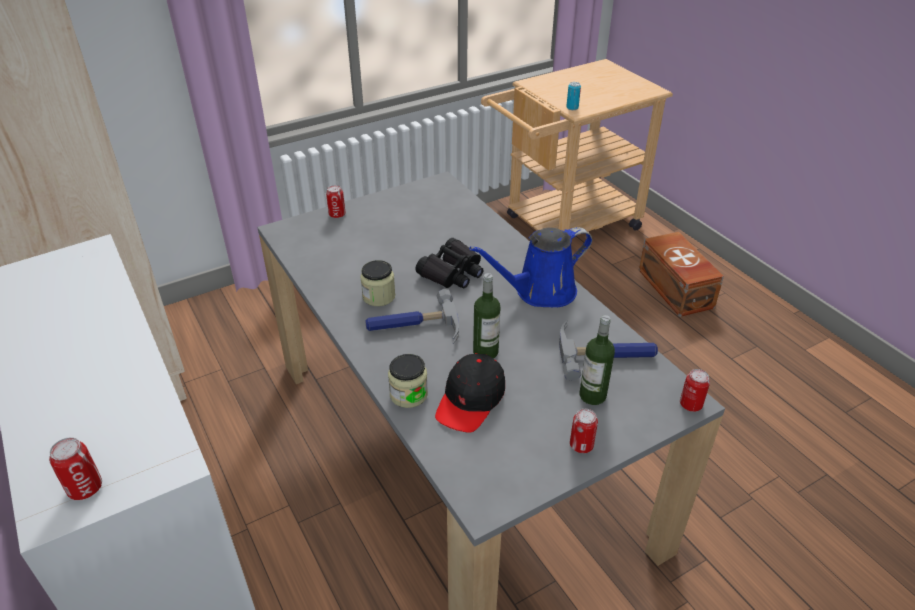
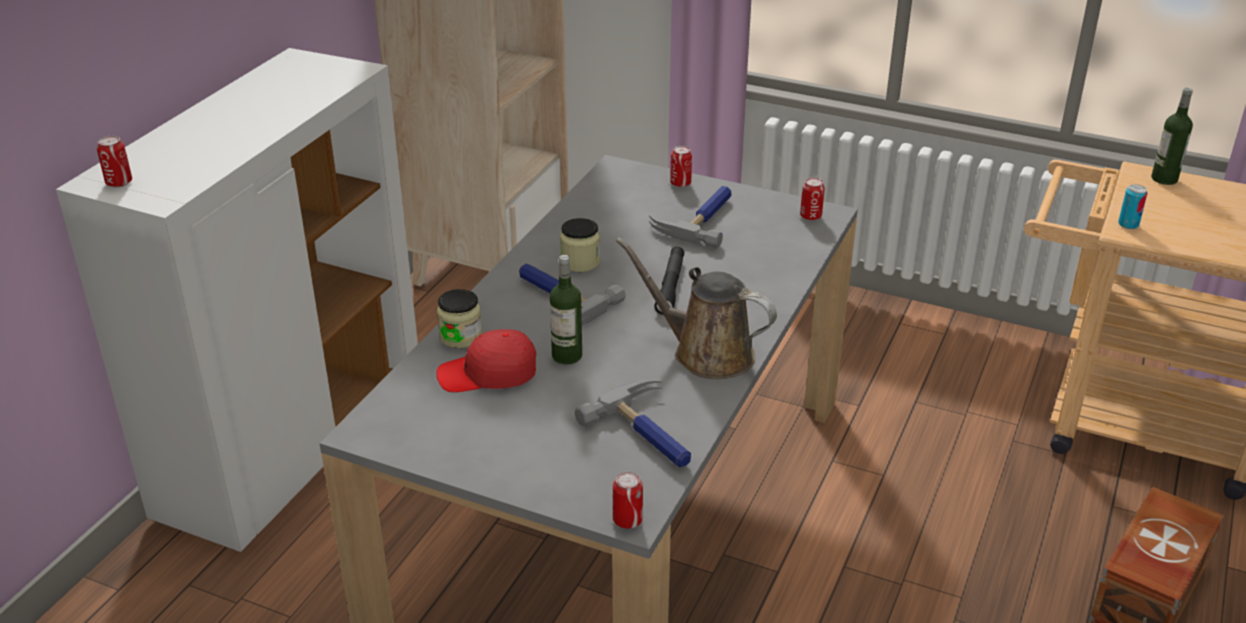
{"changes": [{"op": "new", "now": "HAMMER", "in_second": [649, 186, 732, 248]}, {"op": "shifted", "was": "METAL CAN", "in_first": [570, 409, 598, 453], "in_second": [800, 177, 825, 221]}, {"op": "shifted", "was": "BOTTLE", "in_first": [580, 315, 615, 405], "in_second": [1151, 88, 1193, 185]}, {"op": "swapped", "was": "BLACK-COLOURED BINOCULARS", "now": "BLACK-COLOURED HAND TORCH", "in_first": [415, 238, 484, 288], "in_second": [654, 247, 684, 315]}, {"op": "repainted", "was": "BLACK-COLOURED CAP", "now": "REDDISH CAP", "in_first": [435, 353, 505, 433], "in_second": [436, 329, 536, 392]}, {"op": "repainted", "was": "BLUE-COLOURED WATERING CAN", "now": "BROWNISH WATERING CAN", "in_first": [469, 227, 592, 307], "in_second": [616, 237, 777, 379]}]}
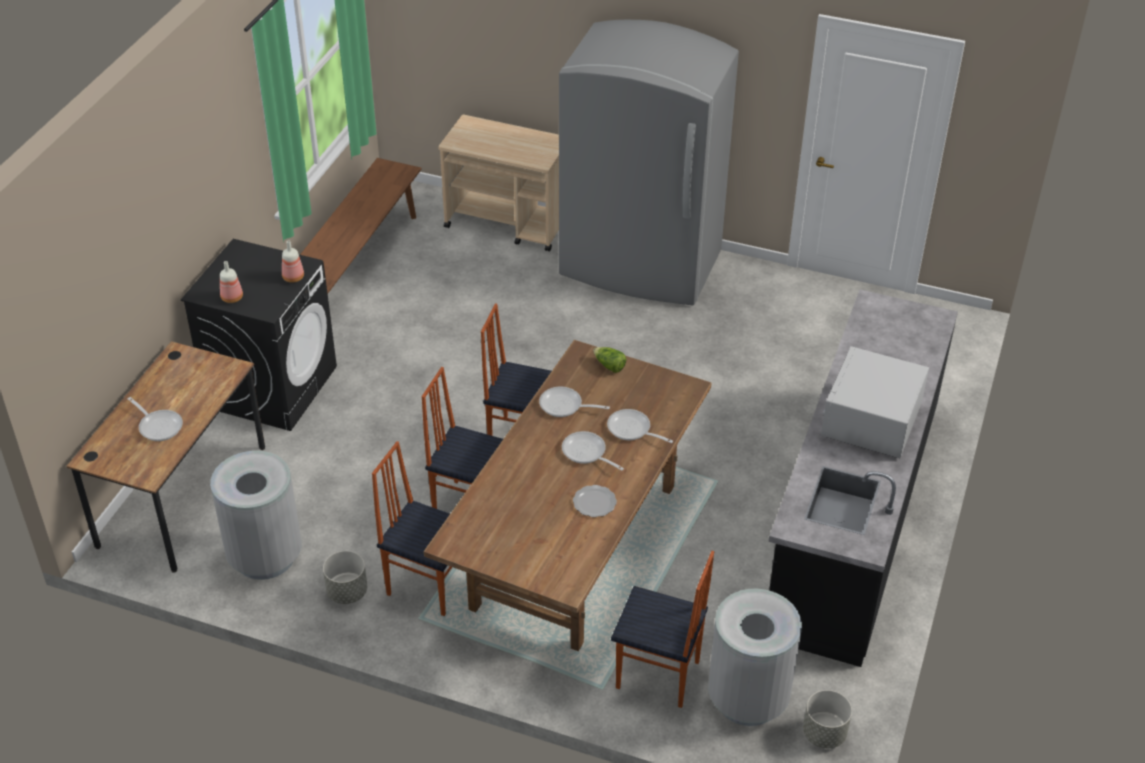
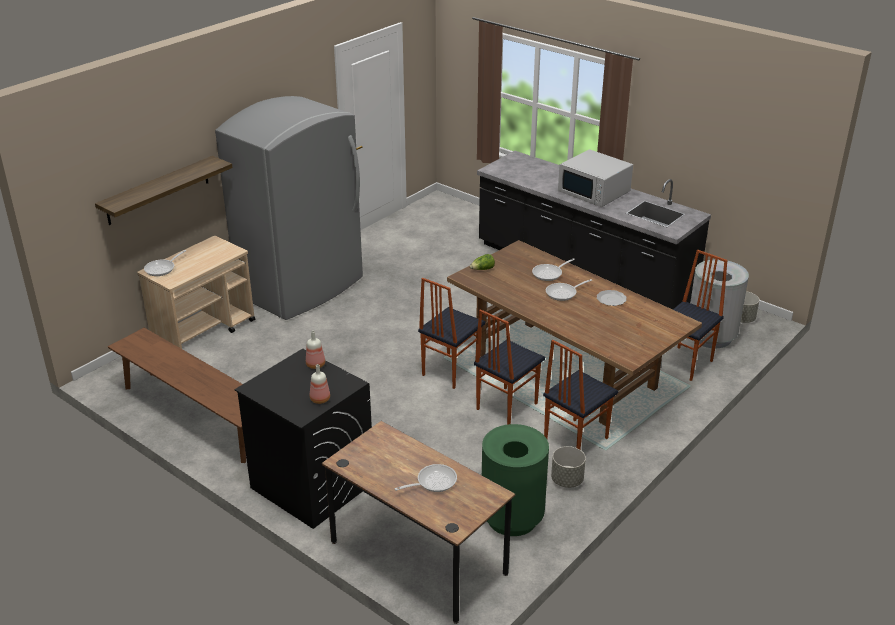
{"changes": [{"op": "new", "now": "WALL SHELF", "in_second": [95, 156, 232, 225]}, {"op": "shifted", "was": "SKILLET", "in_first": [539, 387, 610, 417], "in_second": [144, 250, 186, 276]}, {"op": "repainted", "was": "GREY WASTE BIN", "now": "GREENISH WASTE BIN", "in_first": [210, 451, 302, 580], "in_second": [482, 424, 549, 536]}]}
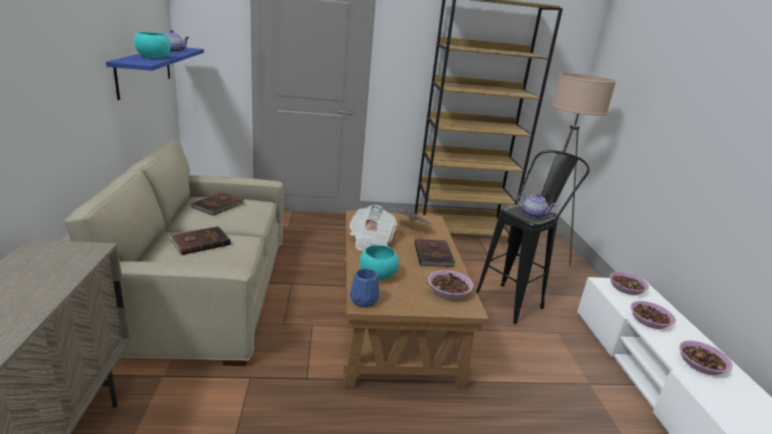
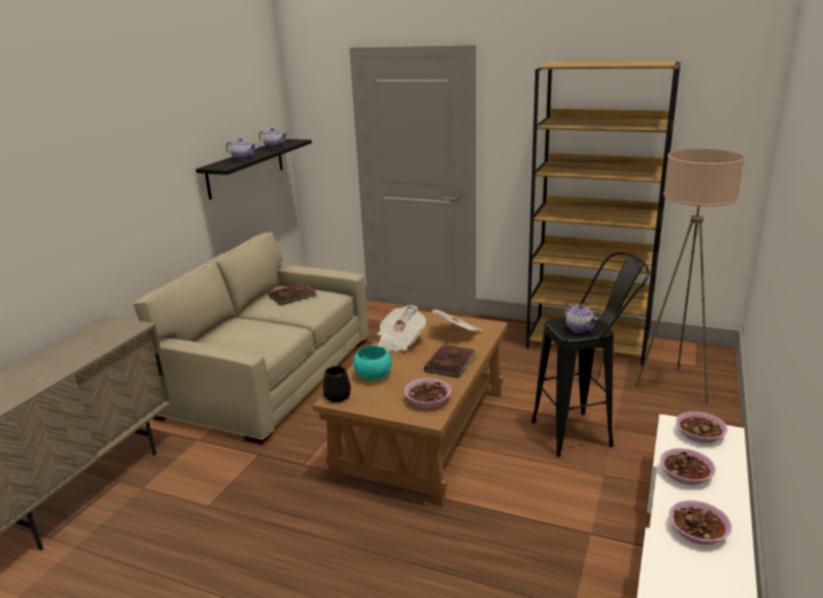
{"changes": [{"op": "gone", "was": "BROWNISH BOUND BOOK", "in_first": [169, 226, 231, 255]}, {"op": "swapped", "was": "TURQUOISE SERVING BOWL", "now": "TEA POT", "in_first": [134, 32, 171, 58], "in_second": [226, 138, 256, 161]}, {"op": "repainted", "was": "BLUE-COLOURED WALL SHELF", "now": "BLACK-COLOURED WALL SHELF", "in_first": [106, 48, 204, 100], "in_second": [196, 139, 312, 200]}, {"op": "repainted", "was": "BLUE-COLOURED FLOWER VASE", "now": "BLACK-COLOURED FLOWER VASE", "in_first": [350, 269, 379, 308], "in_second": [323, 366, 351, 402]}]}
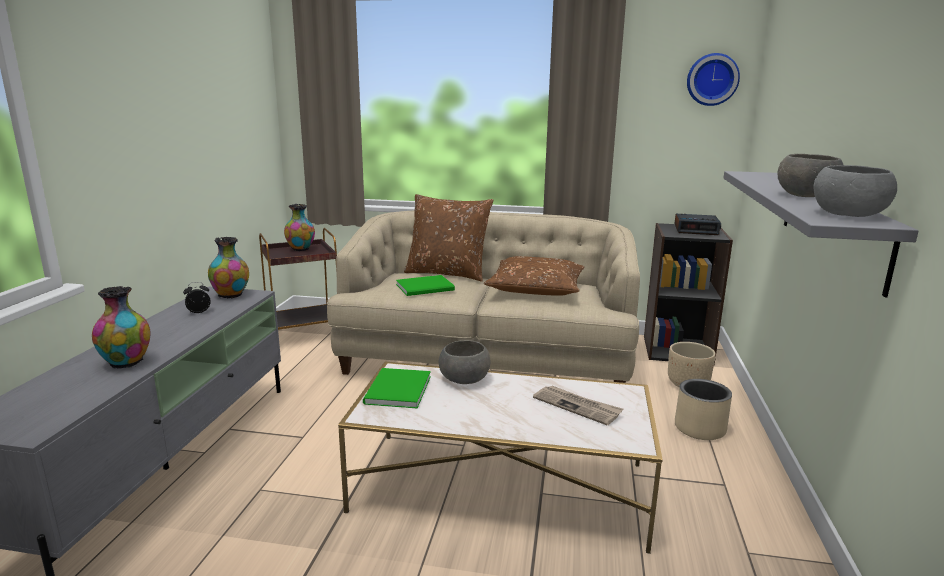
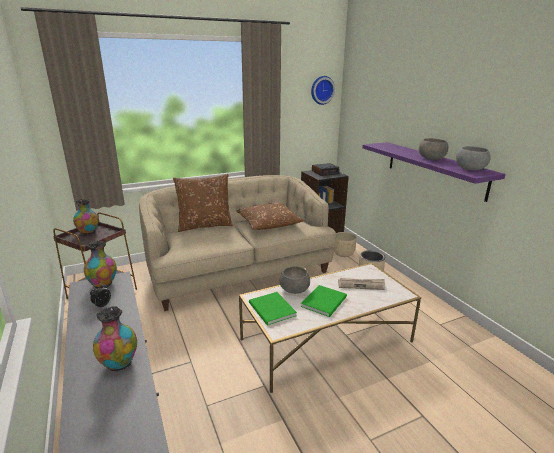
{"changes": [{"op": "shifted", "was": "GREENISH BOUND BOOK", "in_first": [396, 275, 455, 296], "in_second": [301, 285, 347, 317]}, {"op": "repainted", "was": "GREY WALL SHELF", "now": "PURPLE-COLOURED WALL SHELF", "in_first": [723, 171, 919, 297], "in_second": [362, 142, 505, 202]}]}
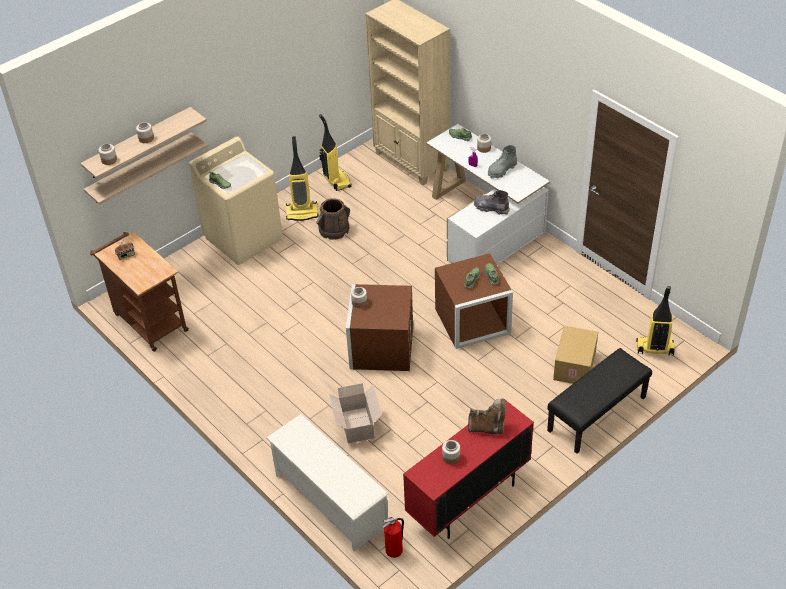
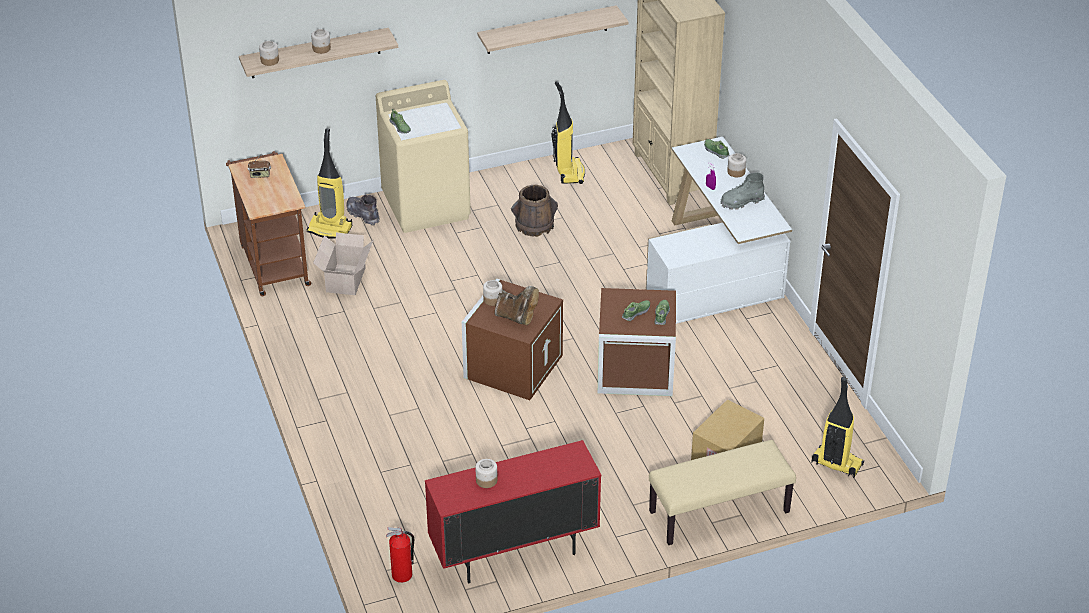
{"changes": [{"op": "gone", "was": "WHITE-COLOURED SHOE RACK", "in_first": [266, 414, 389, 551]}, {"op": "shifted", "was": "WALL SHELF", "in_first": [84, 132, 208, 205], "in_second": [477, 5, 629, 54]}, {"op": "shifted", "was": "HOOVER", "in_first": [286, 136, 319, 221], "in_second": [307, 128, 352, 239]}, {"op": "shifted", "was": "CARDBOARD BOX", "in_first": [329, 383, 382, 443], "in_second": [313, 233, 373, 295]}, {"op": "shifted", "was": "BROWNISH HIGH-TOP BOOT", "in_first": [468, 399, 506, 434], "in_second": [494, 286, 539, 325]}, {"op": "shifted", "was": "GREY HIGH-TOP BOOT", "in_first": [474, 190, 510, 215], "in_second": [346, 195, 379, 226]}, {"op": "repainted", "was": "BLACK-COLOURED INDOOR BENCH", "now": "SAND-COLOURED INDOOR BENCH", "in_first": [547, 348, 652, 454], "in_second": [649, 440, 796, 545]}]}
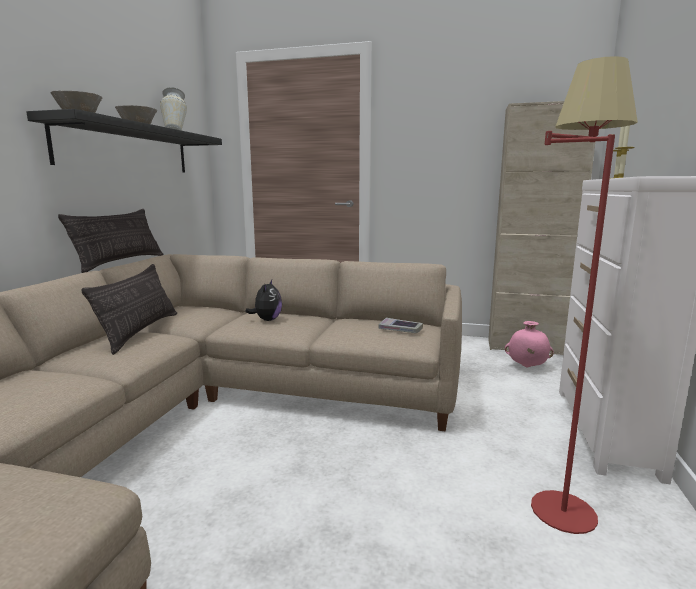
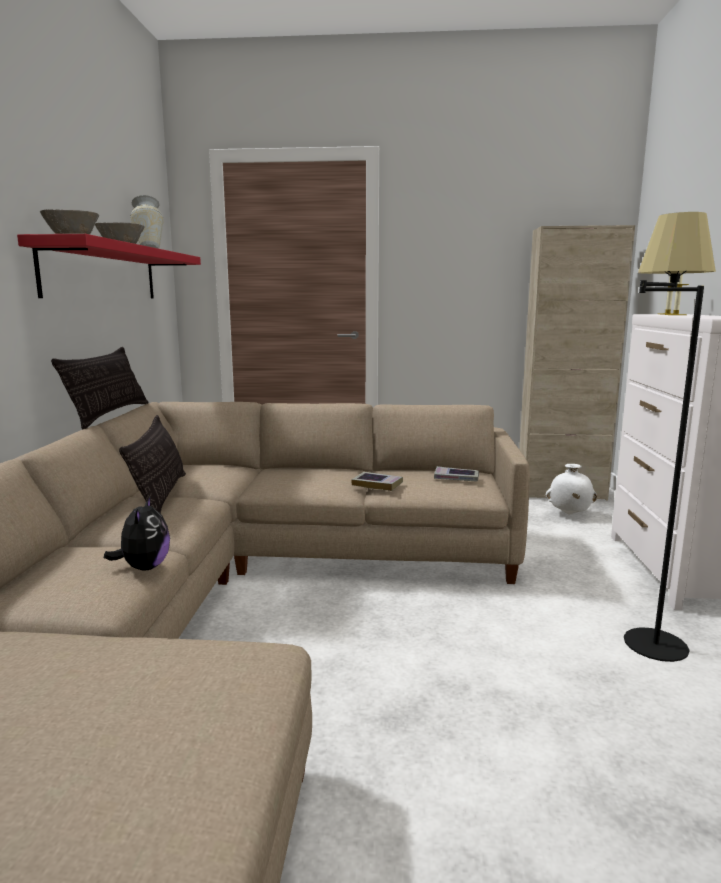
{"changes": [{"op": "new", "now": "BOUND BOOK", "in_second": [351, 472, 403, 491]}, {"op": "shifted", "was": "SOFT TOY", "in_first": [245, 280, 282, 321], "in_second": [104, 495, 170, 571]}, {"op": "repainted", "was": "BLACK-COLOURED WALL SHELF", "now": "REDDISH WALL SHELF", "in_first": [26, 109, 222, 172], "in_second": [17, 234, 201, 299]}, {"op": "repainted", "was": "PINK-COLOURED FLOWER VASE", "now": "WHITE-COLOURED FLOWER VASE", "in_first": [505, 321, 554, 367], "in_second": [546, 464, 597, 514]}, {"op": "repainted", "was": "REDDISH STANDING LAMP", "now": "BLACK-COLOURED STANDING LAMP", "in_first": [531, 56, 638, 534], "in_second": [624, 212, 716, 662]}]}
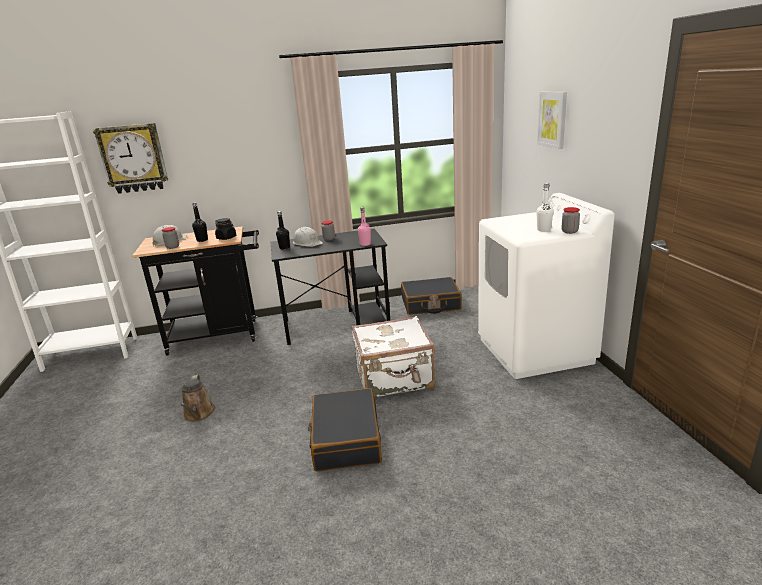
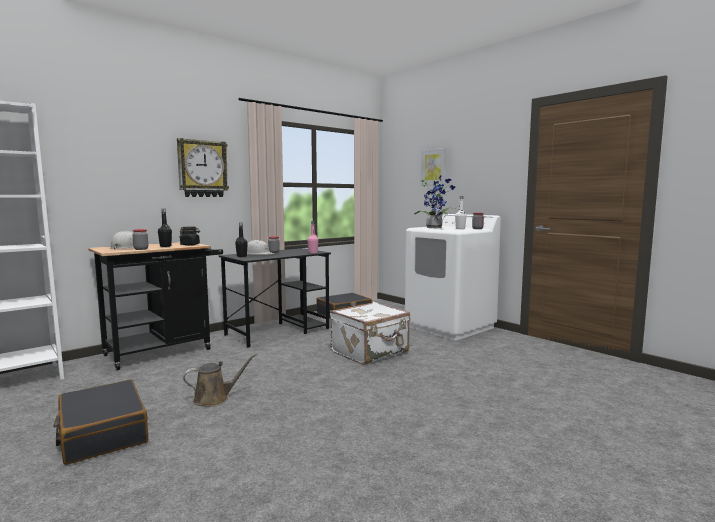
{"changes": [{"op": "new", "now": "HOUSEPLANT", "in_second": [414, 176, 455, 228]}, {"op": "shifted", "was": "WALL CLOCK", "in_first": [93, 123, 168, 194], "in_second": [177, 138, 229, 197]}, {"op": "shifted", "was": "BLACK-COLOURED SUITCASE", "in_first": [308, 388, 382, 472], "in_second": [54, 379, 148, 465]}, {"op": "rotated", "was": "BROWNISH WATERING CAN", "in_first": [181, 375, 215, 422], "in_second": [183, 354, 257, 407], "clockwise": -75}]}
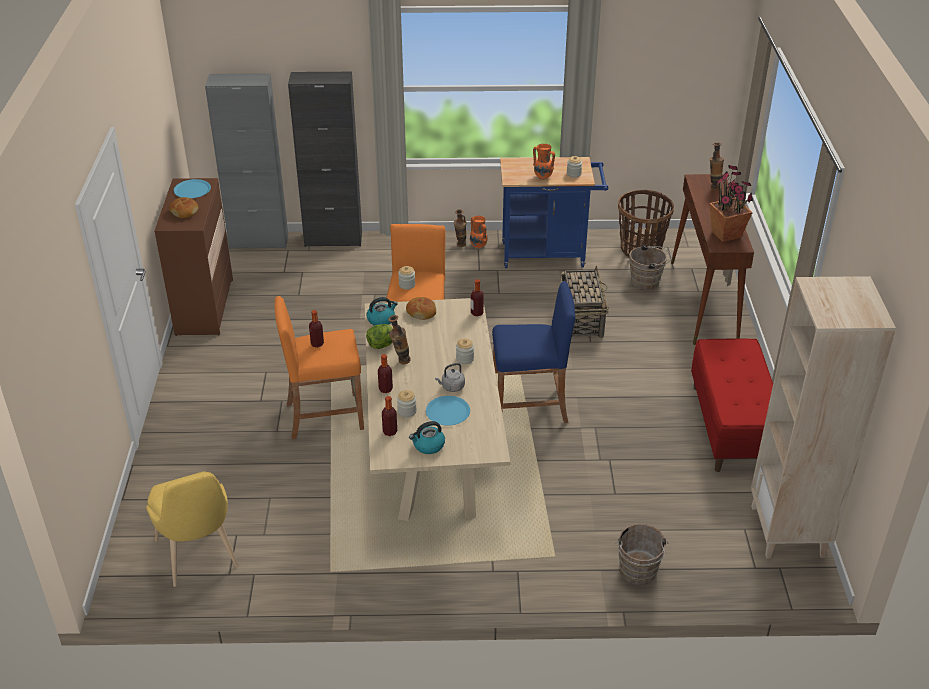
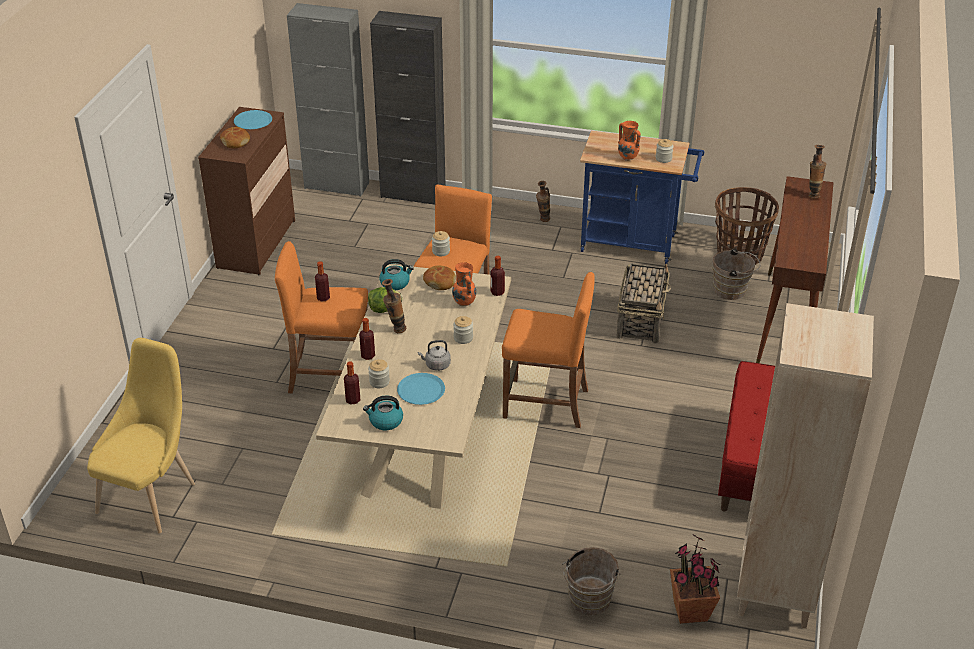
{"changes": [{"op": "shifted", "was": "ORANGE-COLOURED FLOWER VASE", "in_first": [470, 216, 488, 249], "in_second": [452, 262, 476, 306]}, {"op": "shifted", "was": "HOUSEPLANT", "in_first": [709, 165, 753, 242], "in_second": [670, 535, 721, 624]}, {"op": "repainted", "was": "BLUE-COLOURED SITTING STOOL", "now": "ORANGE-COLOURED SITTING STOOL", "in_first": [492, 281, 575, 423], "in_second": [502, 272, 595, 428]}, {"op": "rotated", "was": "YELLOW-COLOURED UPRIGHT CHAIR", "in_first": [146, 471, 239, 587], "in_second": [87, 338, 195, 534], "clockwise": -150}]}
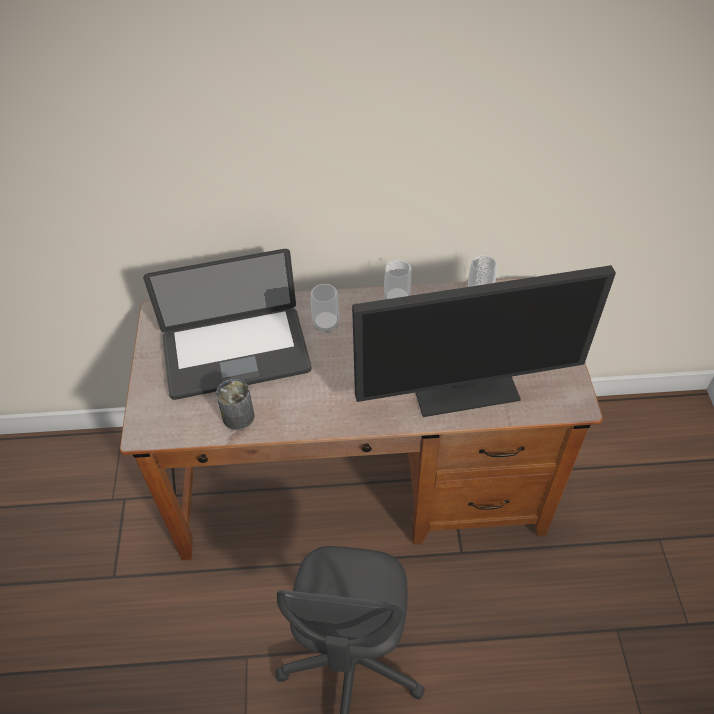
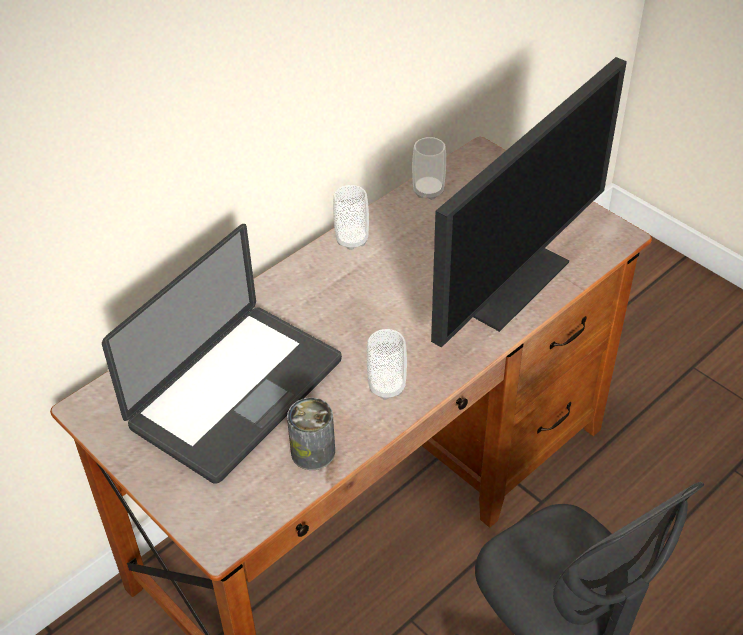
{"changes": [{"op": "shifted", "was": "DRINKING CUP", "in_first": [311, 284, 339, 333], "in_second": [367, 329, 407, 400]}]}
